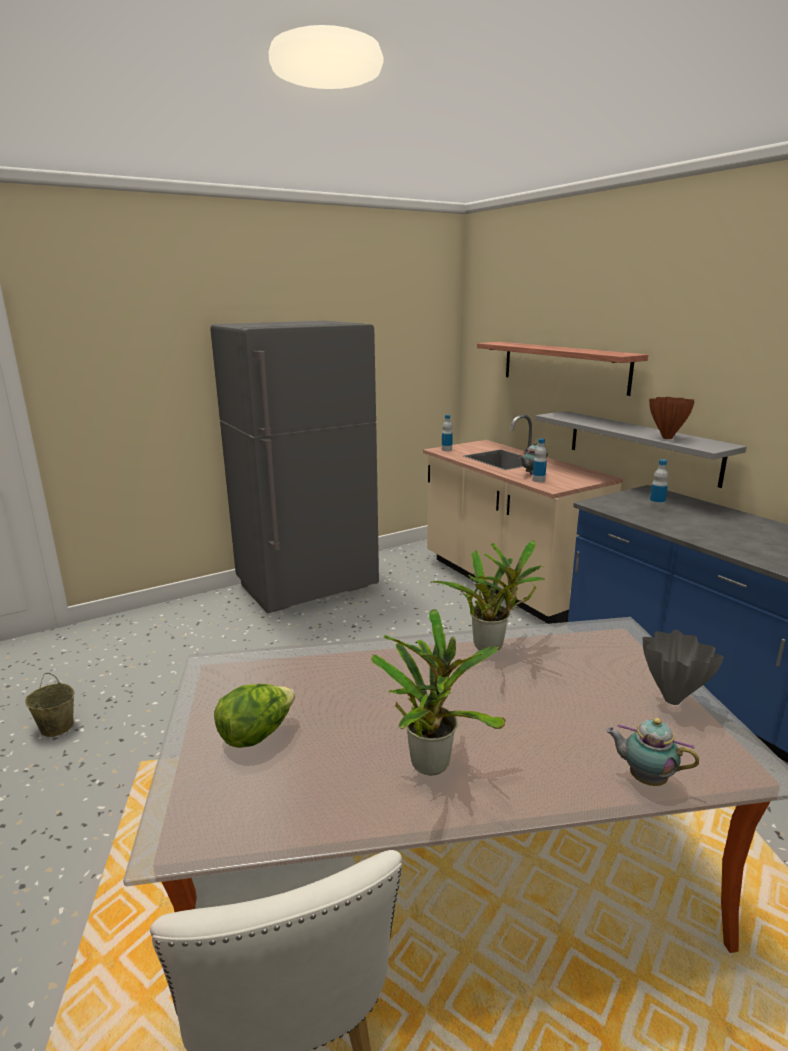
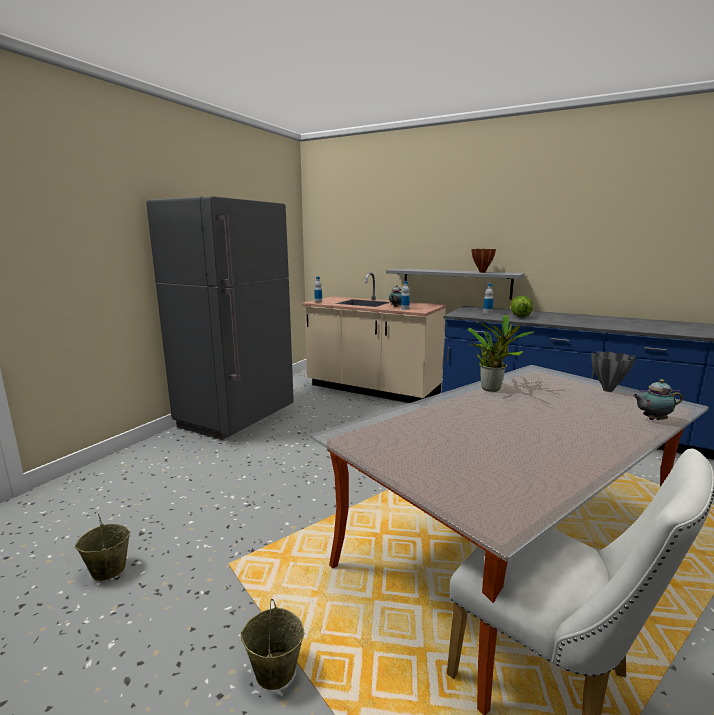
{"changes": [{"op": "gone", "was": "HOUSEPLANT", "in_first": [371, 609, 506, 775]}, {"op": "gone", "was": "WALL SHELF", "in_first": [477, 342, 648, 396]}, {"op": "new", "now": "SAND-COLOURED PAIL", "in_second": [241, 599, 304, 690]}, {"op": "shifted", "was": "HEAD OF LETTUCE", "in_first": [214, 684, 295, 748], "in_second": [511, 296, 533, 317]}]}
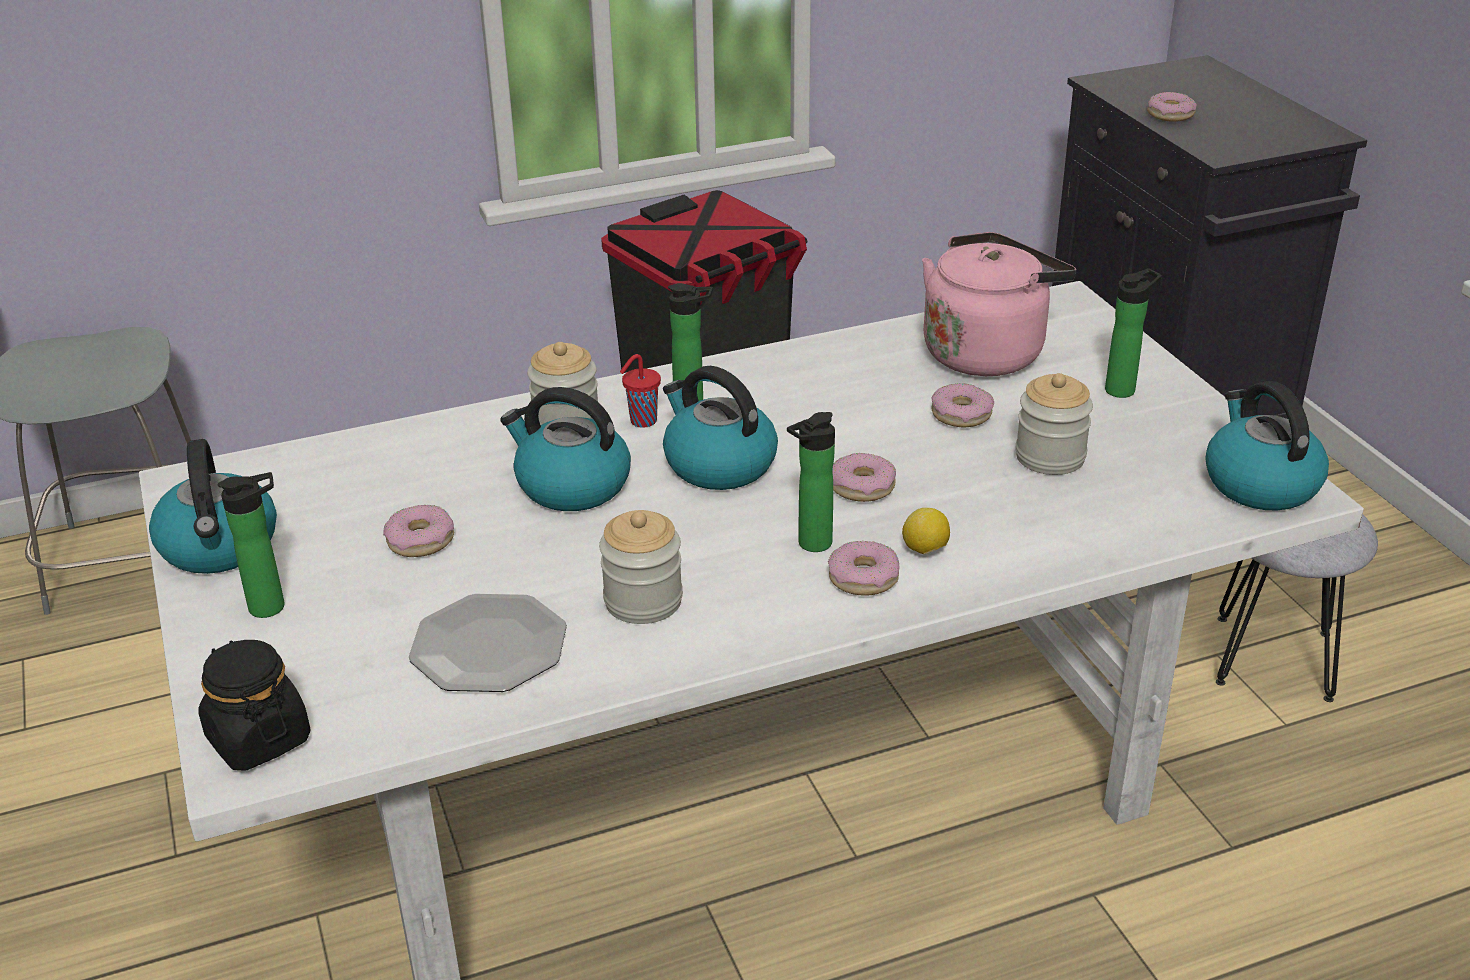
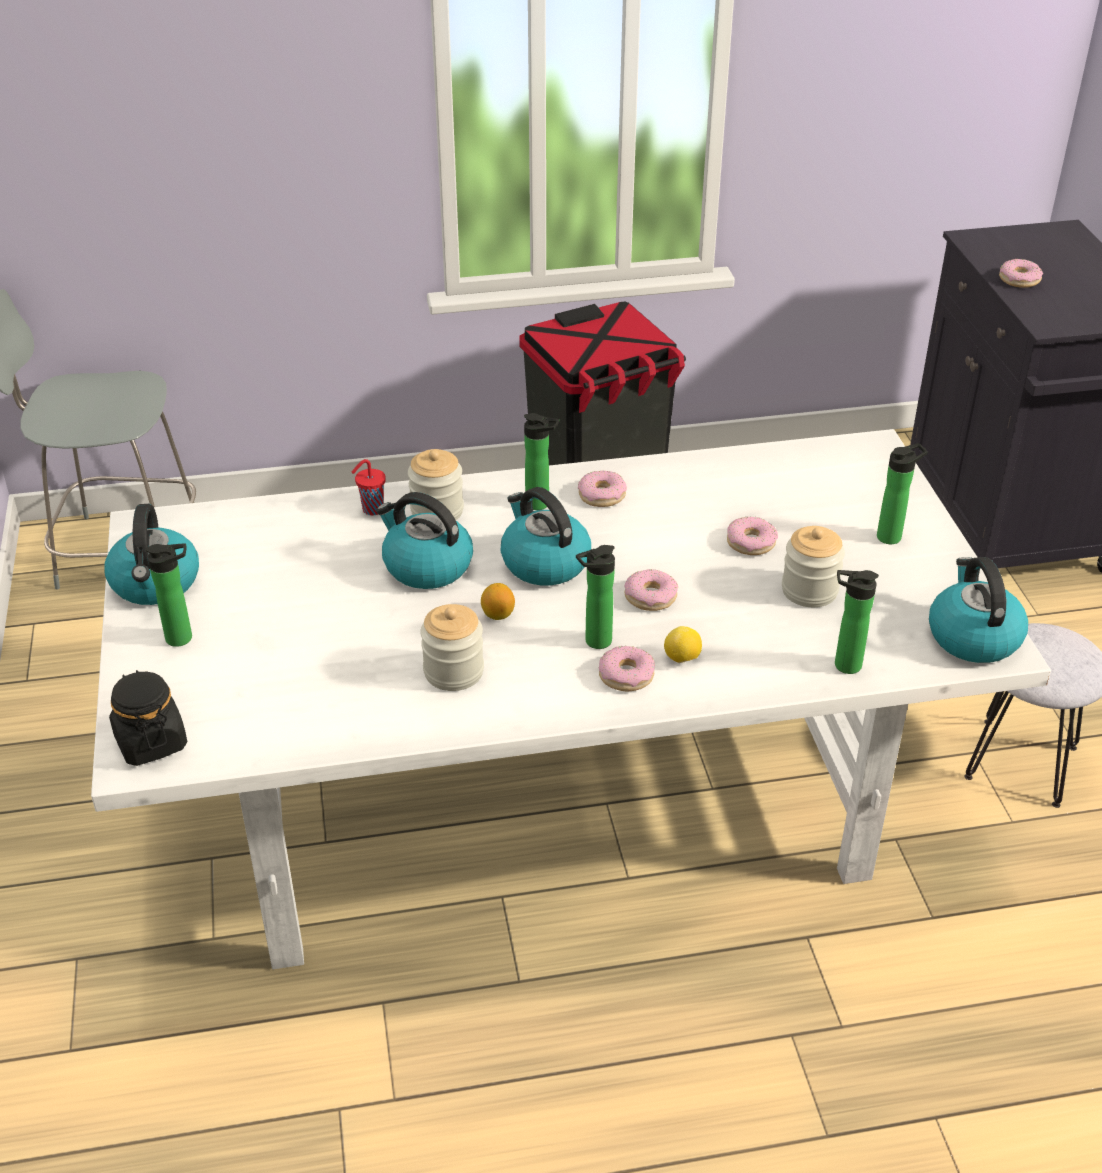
{"changes": [{"op": "gone", "was": "PLATE", "in_first": [409, 594, 567, 692]}, {"op": "gone", "was": "PINK-COLOURED WATER KETTLE", "in_first": [922, 232, 1076, 376]}, {"op": "new", "now": "WHOLE LEMON", "in_second": [481, 583, 515, 620]}, {"op": "new", "now": "BOTTLE", "in_second": [835, 570, 879, 674]}, {"op": "shifted", "was": "DONUT", "in_first": [383, 505, 454, 557], "in_second": [578, 471, 627, 507]}, {"op": "shifted", "was": "REDDISH DRINKING CUP", "in_first": [620, 354, 661, 428], "in_second": [352, 459, 386, 515]}]}
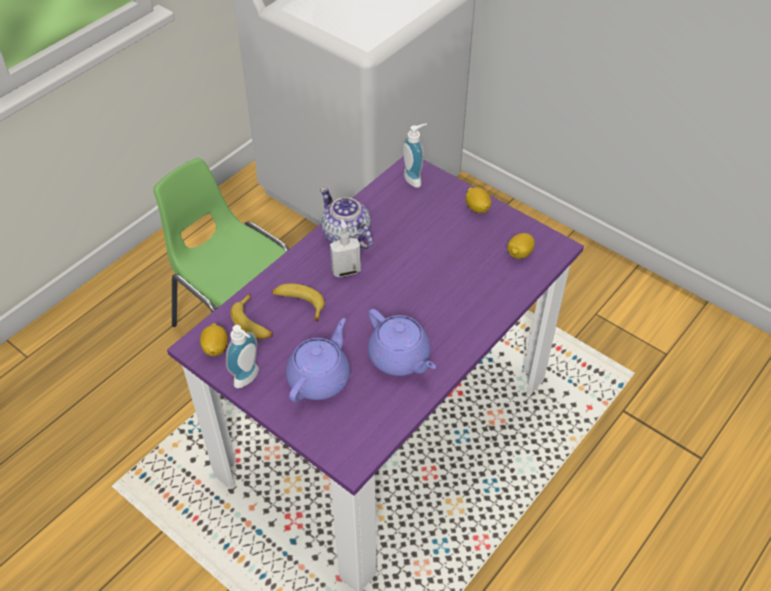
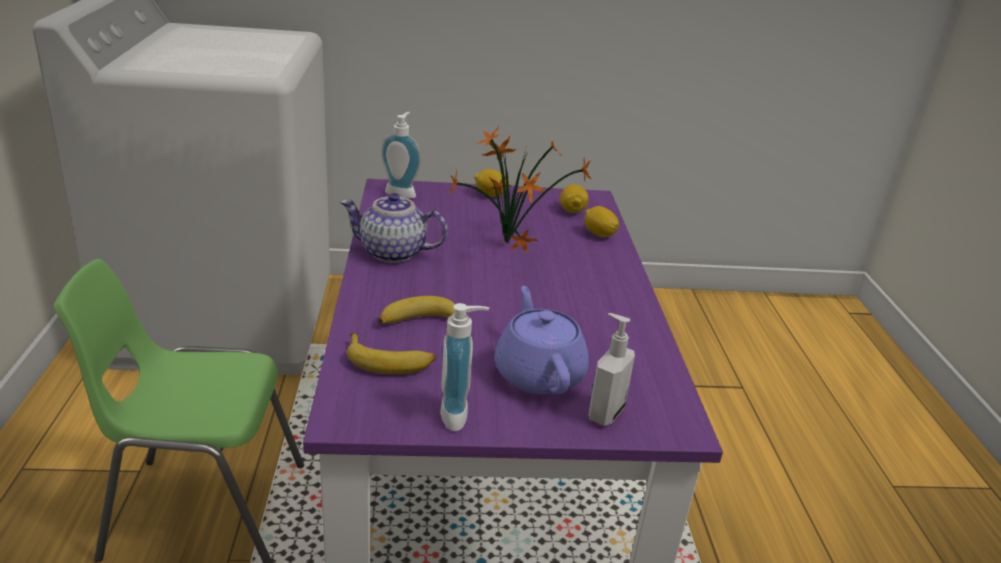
{"changes": [{"op": "gone", "was": "PURPLE-COLOURED TEA POT", "in_first": [368, 309, 436, 376]}, {"op": "new", "now": "HOUSEPLANT", "in_second": [449, 126, 591, 253]}, {"op": "shifted", "was": "WHOLE LEMON", "in_first": [200, 323, 228, 356], "in_second": [585, 206, 619, 237]}, {"op": "shifted", "was": "LIQUID SOAP BOTTLE", "in_first": [330, 219, 361, 277], "in_second": [589, 313, 635, 426]}]}
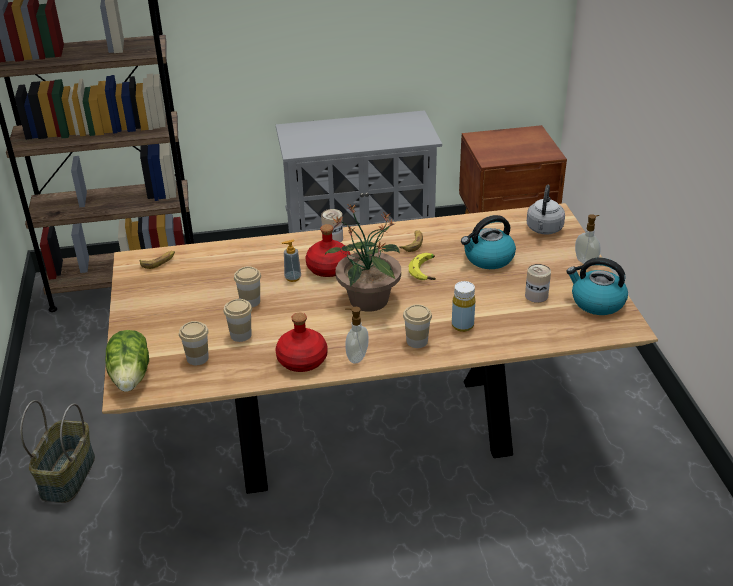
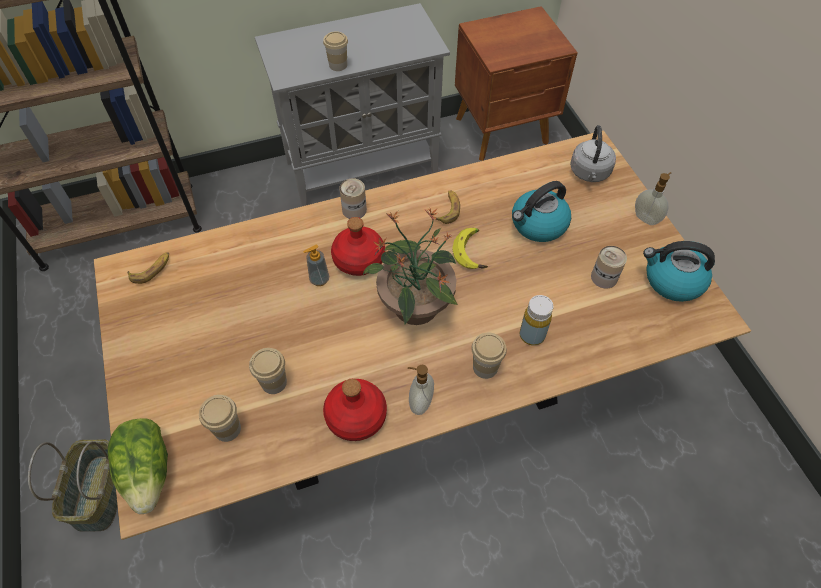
{"changes": [{"op": "shifted", "was": "DRINKING CUP", "in_first": [234, 266, 261, 307], "in_second": [323, 31, 348, 71]}]}
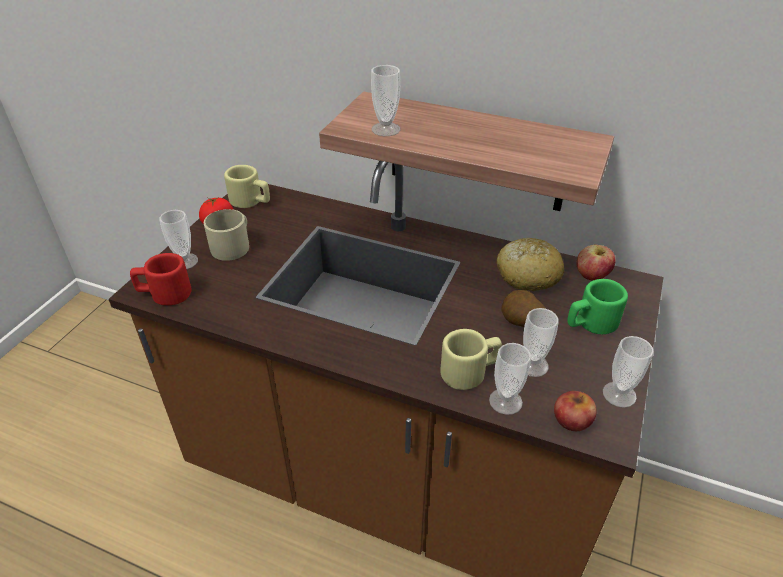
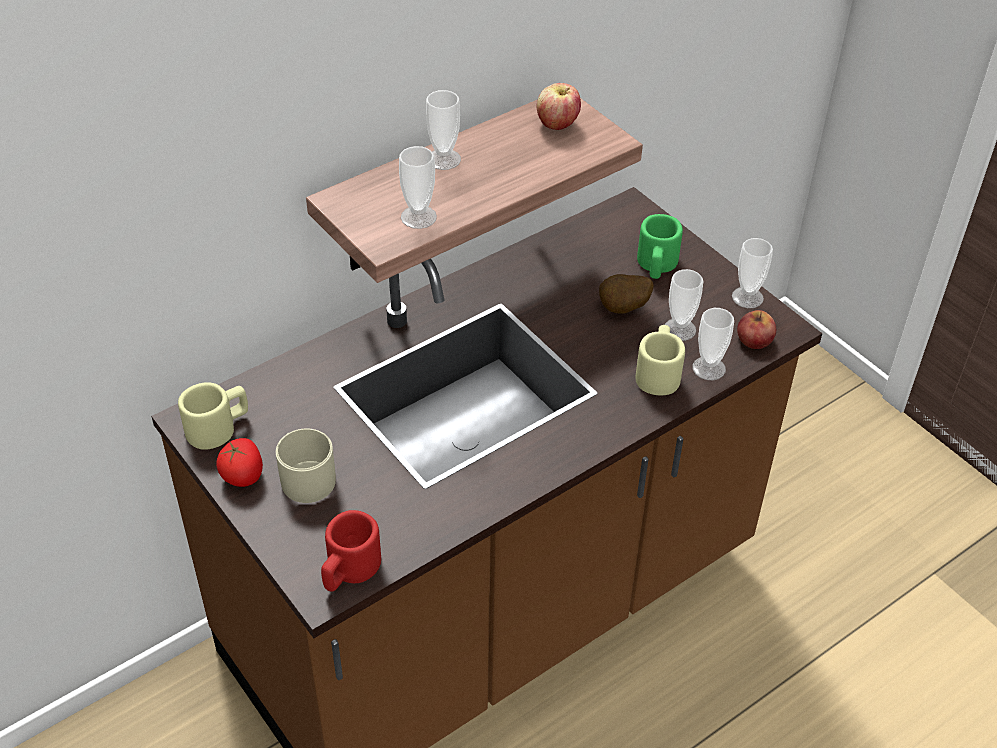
{"changes": [{"op": "gone", "was": "BREAD", "in_first": [497, 238, 565, 291]}, {"op": "shifted", "was": "DRINKING CUP", "in_first": [159, 210, 198, 269], "in_second": [426, 90, 461, 170]}, {"op": "shifted", "was": "APPLE FRUIT", "in_first": [577, 245, 616, 281], "in_second": [537, 83, 581, 130]}]}
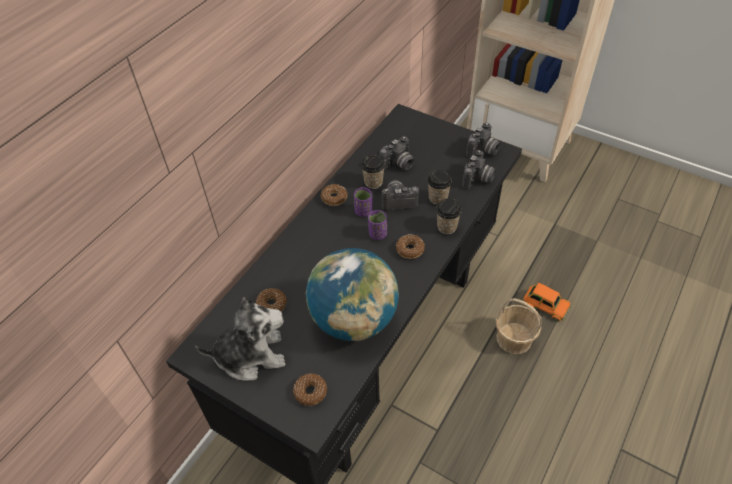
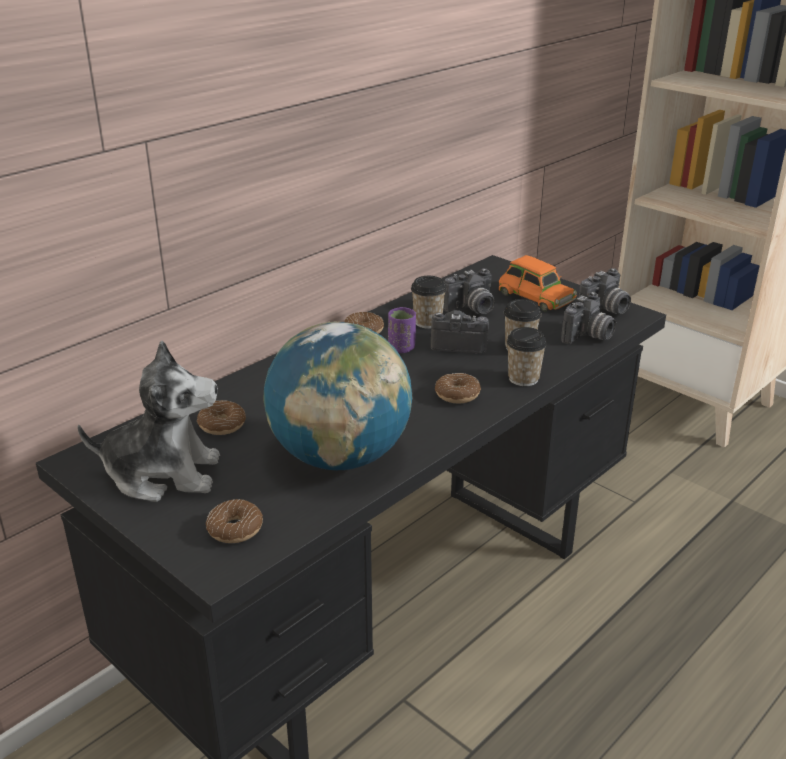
{"changes": [{"op": "gone", "was": "PURPLE-COLOURED DRINKING CUP", "in_first": [368, 210, 387, 240]}, {"op": "gone", "was": "HOUSEHOLD BASKET", "in_first": [496, 298, 542, 354]}, {"op": "shifted", "was": "ORANGE-COLOURED TOY CAR", "in_first": [524, 283, 572, 322], "in_second": [499, 255, 577, 312]}]}
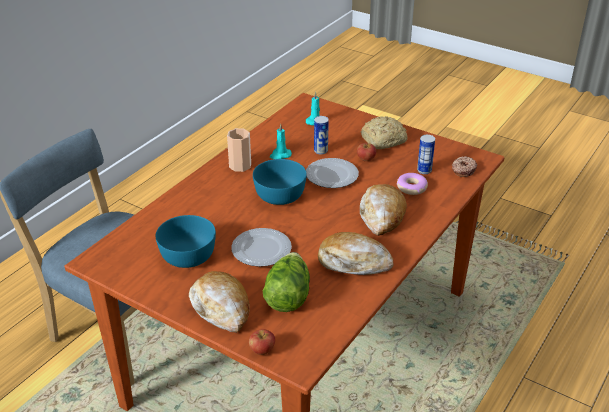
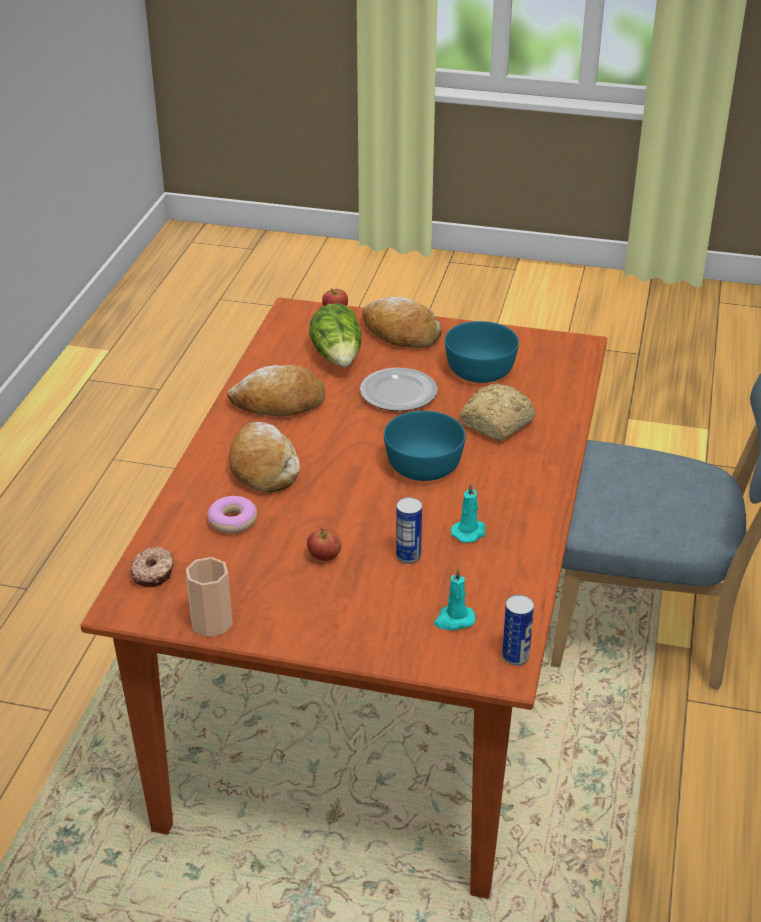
{"changes": [{"op": "gone", "was": "PLATE", "in_first": [306, 158, 359, 188]}, {"op": "shifted", "was": "DRINKING CUP", "in_first": [227, 128, 251, 172], "in_second": [186, 557, 233, 637]}, {"op": "shifted", "was": "BREAD", "in_first": [361, 116, 407, 149], "in_second": [460, 384, 536, 441]}, {"op": "shifted", "was": "METAL CAN", "in_first": [417, 135, 435, 174], "in_second": [502, 595, 534, 666]}]}
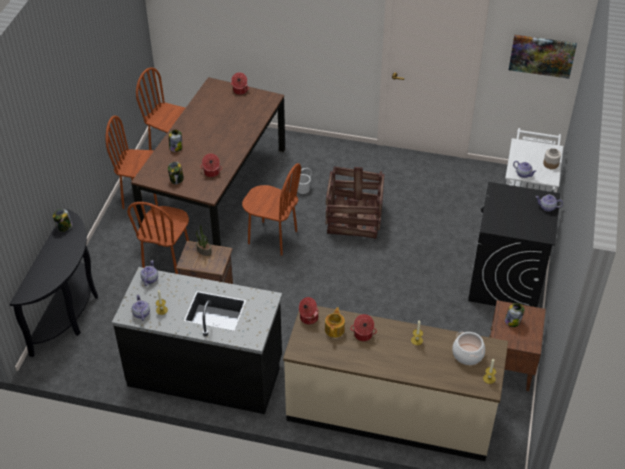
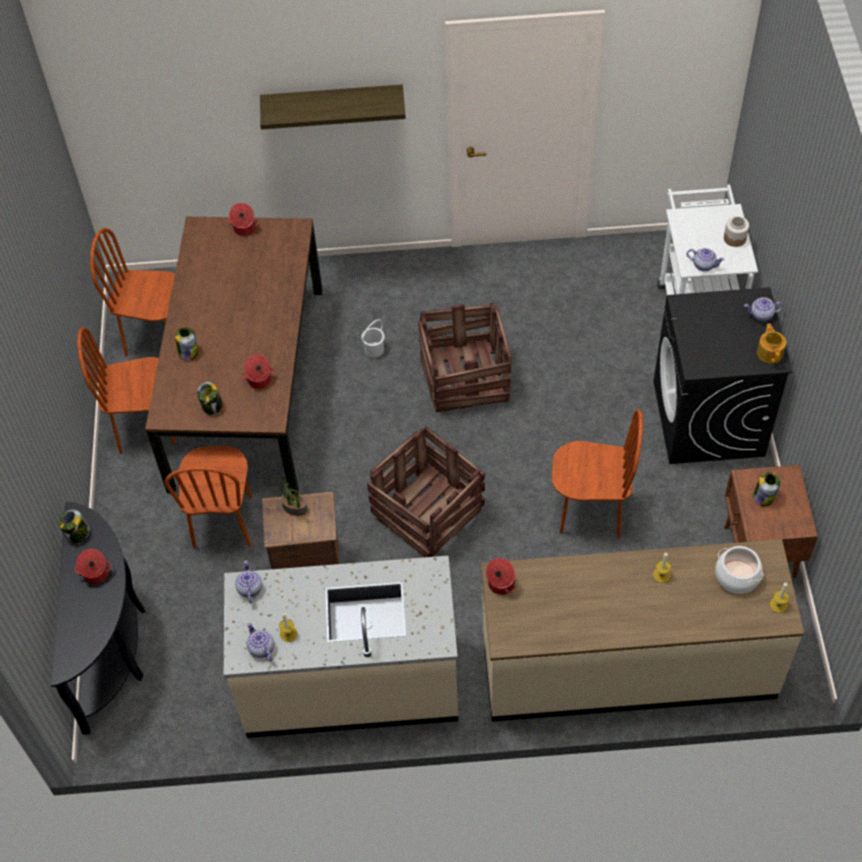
{"changes": [{"op": "gone", "was": "WALL PICTURE", "in_first": [509, 35, 577, 79]}, {"op": "new", "now": "WALL SHELF", "in_second": [260, 84, 406, 130]}, {"op": "new", "now": "SHIPPING CRATE", "in_second": [367, 426, 485, 557]}, {"op": "shifted", "was": "BROWNISH UPRIGHT CHAIR", "in_first": [242, 163, 301, 256], "in_second": [552, 409, 643, 539]}, {"op": "shifted", "was": "TEA POT", "in_first": [325, 307, 345, 338], "in_second": [757, 323, 786, 364]}, {"op": "shifted", "was": "STOCKPOT", "in_first": [350, 314, 377, 341], "in_second": [75, 549, 112, 584]}, {"op": "repainted", "was": "BLACK-COLOURED COUNTER", "now": "SAND-COLOURED COUNTER", "in_first": [112, 267, 282, 414], "in_second": [224, 556, 458, 738]}]}
